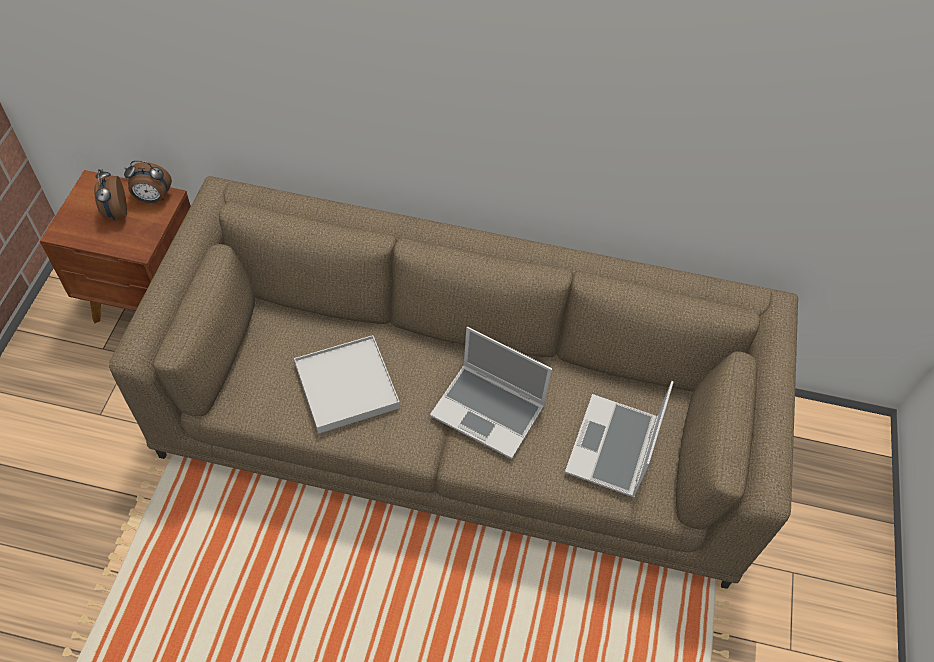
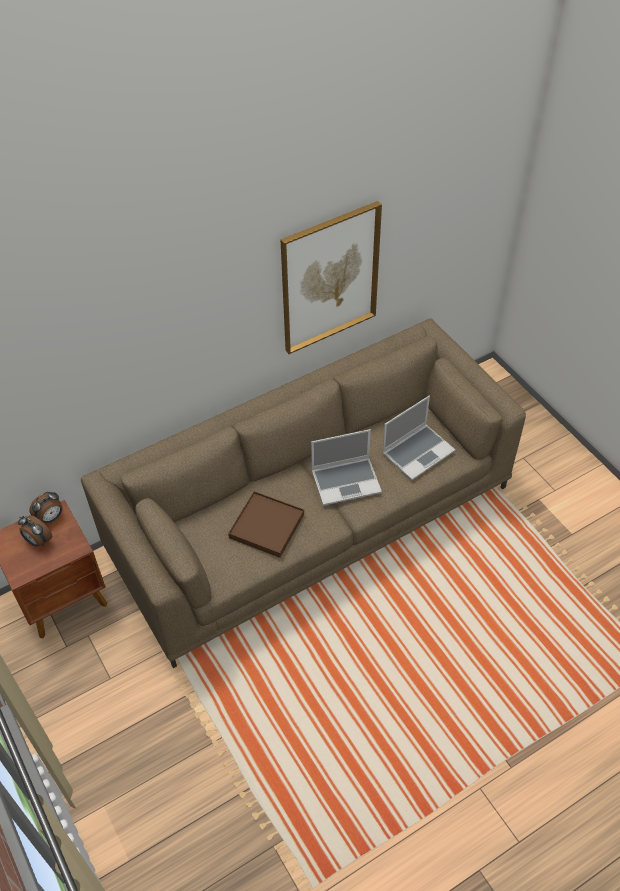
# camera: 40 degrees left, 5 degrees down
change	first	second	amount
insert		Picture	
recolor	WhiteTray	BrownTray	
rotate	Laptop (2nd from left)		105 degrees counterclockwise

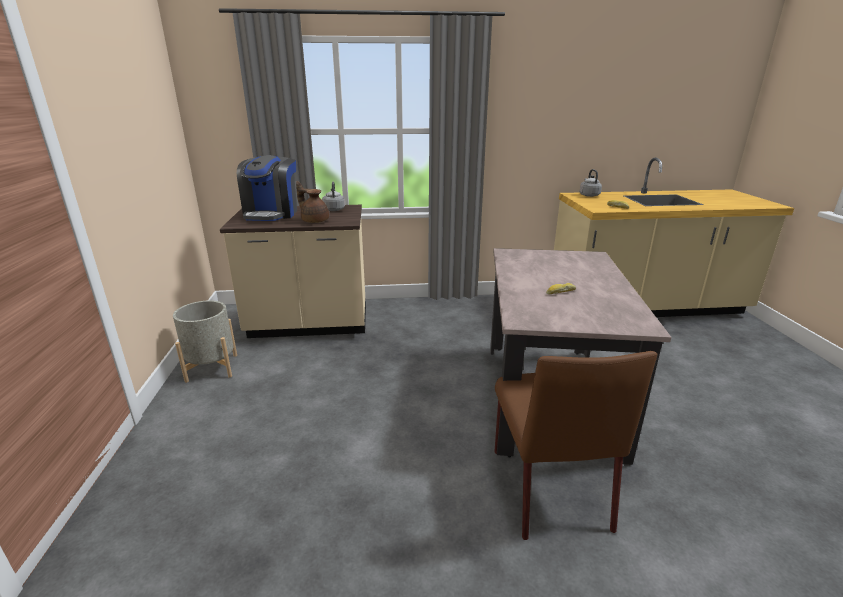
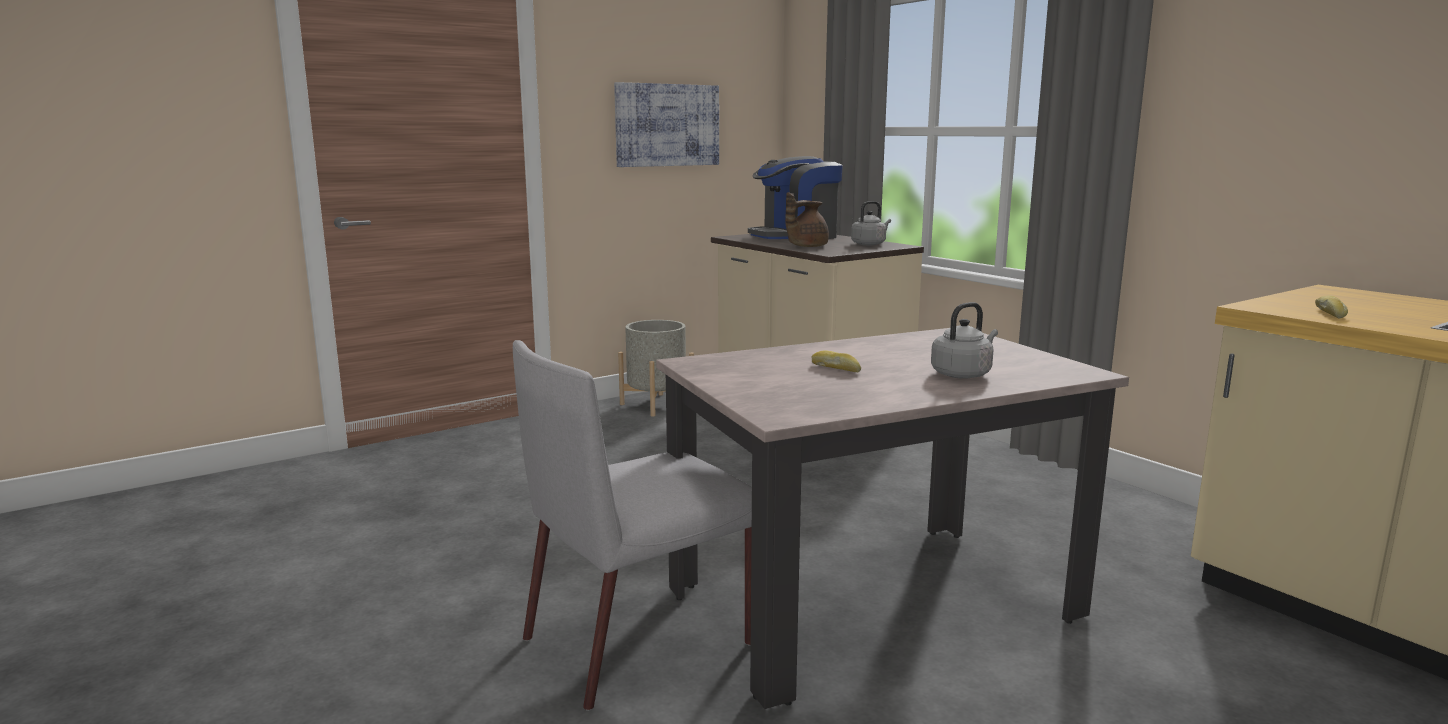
# camera: 60 degrees right, 10 degrees down
change	first	second	amount
insert		Picture	
move	GreyKettle (2nd from left)		
recolor	BrownChair	GreyChair	
rotate	BrownTeapot		135 degrees counterclockwise

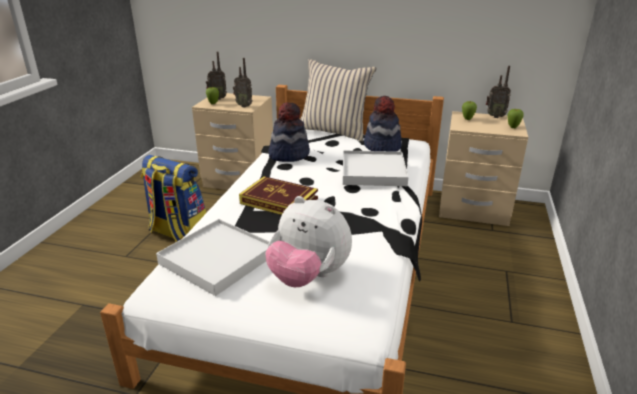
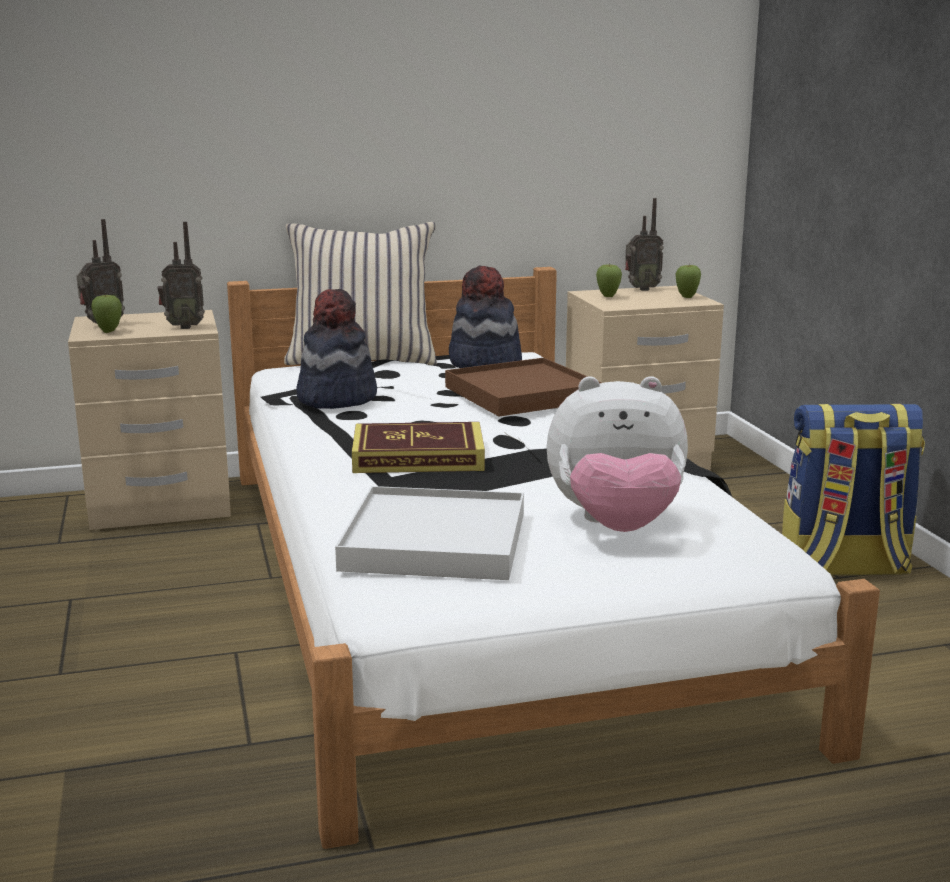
# camera: 30 degrees left, 10 degrees down
change	first	second	amount
move	Backpack		
recolor	WhiteTray (2nd from left)	BrownTray	

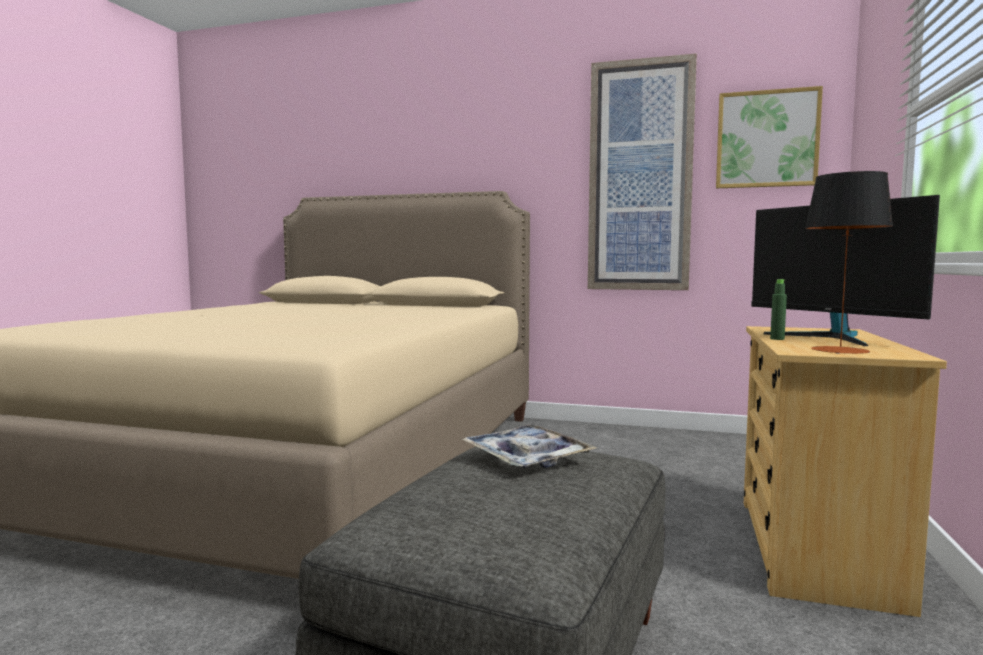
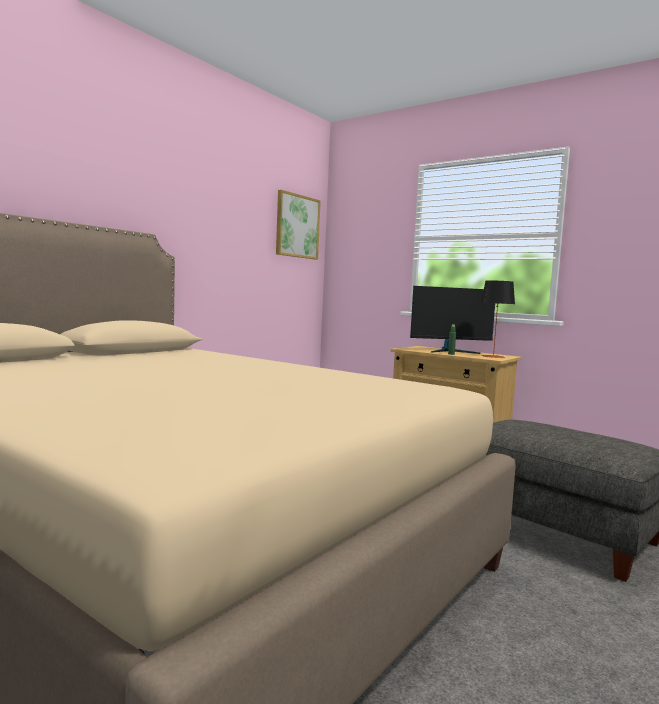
# camera: 70 degrees left, 0 degrees up
change	first	second	amount
delete	Tray		
delete	Picture (1st from left)		

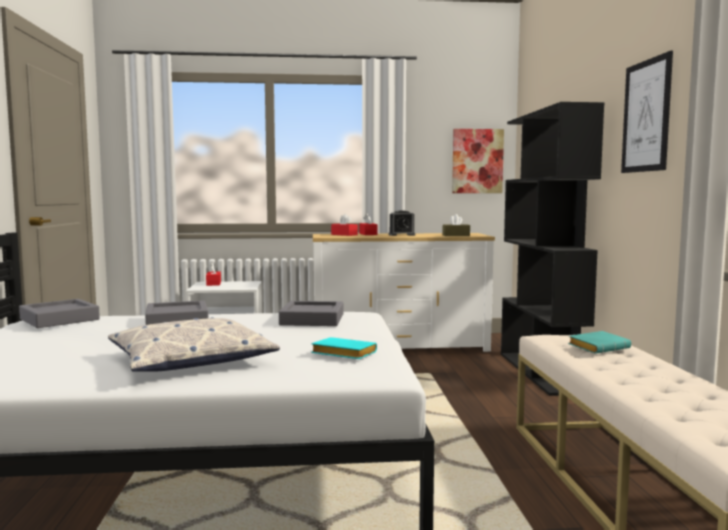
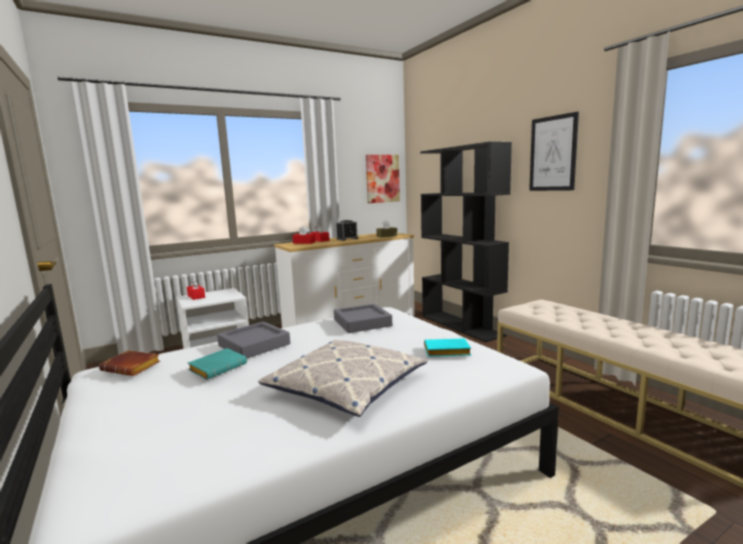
# camera: 25 degrees left, 5 degrees up
change	first	second	amount
move	TurquoiseBook (2nd from left in the first image)	TurquoiseBook (1st from left)	
replace	GreyTray (1st from left)	BrownBook	

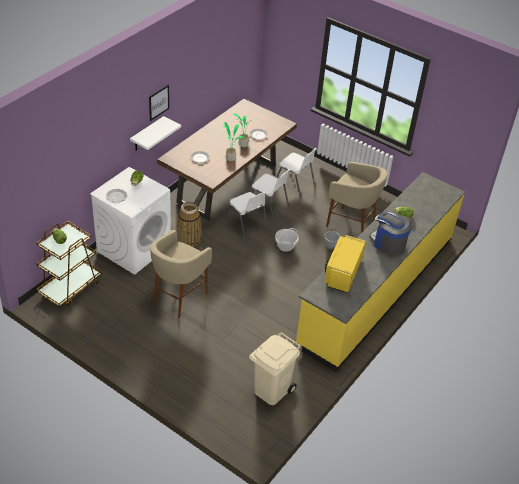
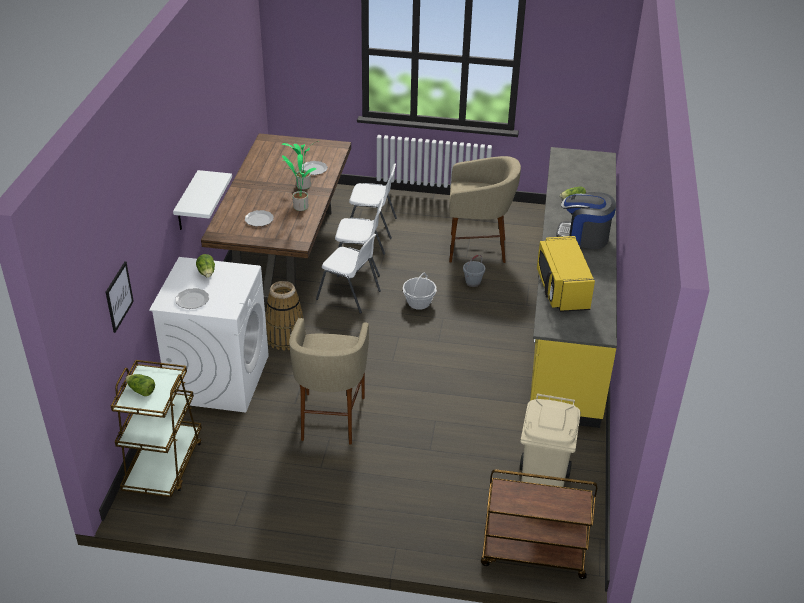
# camera: 25 degrees left, 5 degrees down
change	first	second	amount
insert		BrownCart (2nd from left)	
move	Picture		

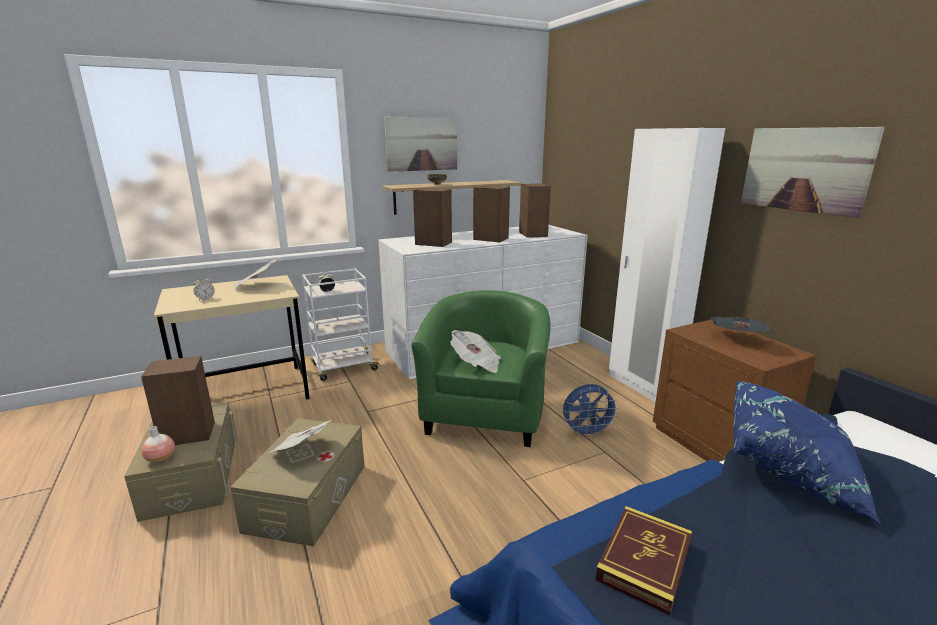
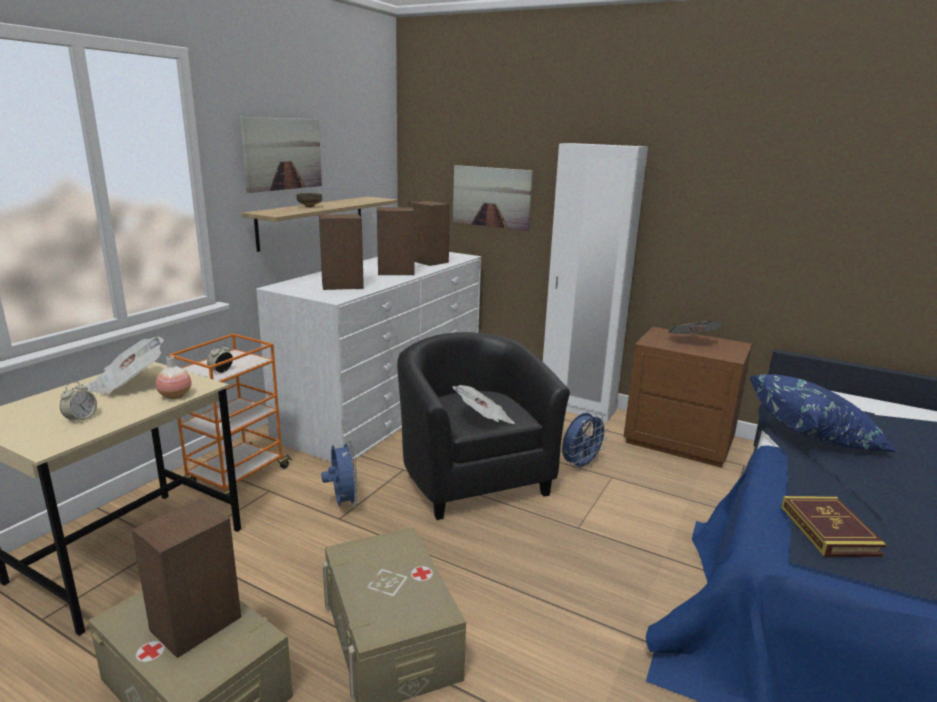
# camera: 35 degrees left, 0 degrees up
change	first	second	amount
delete	Newspaper (2nd from left)		
insert		BlueFan (1st from left)	
move	Vase		
move	Picture (2nd from left)		
recolor	WhiteCart	OrangeCart	
recolor	GreenArmchair	BlackArmchair	

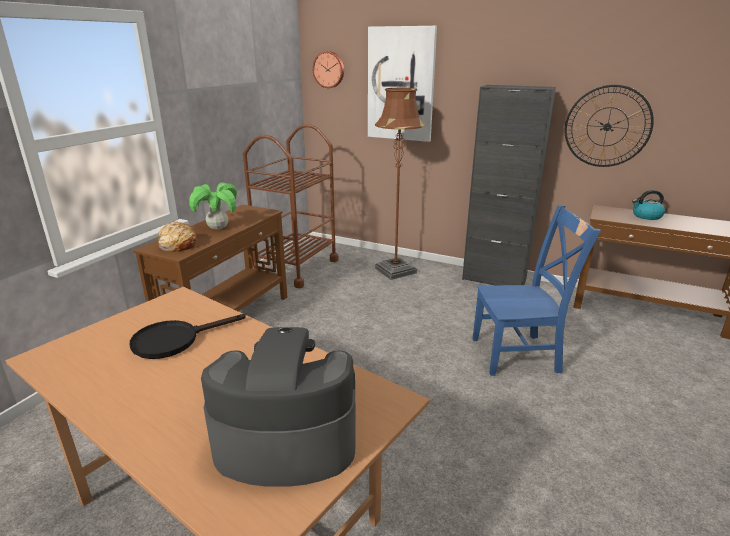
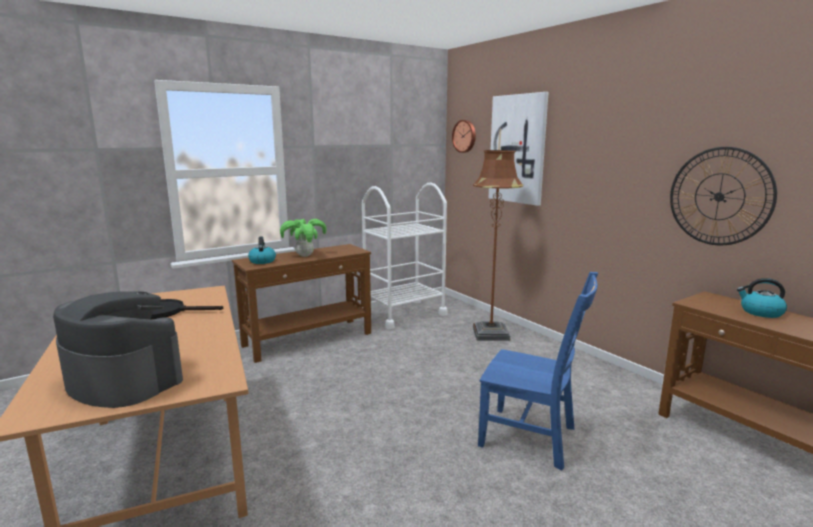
# camera: 30 degrees right, 10 degrees down
change	first	second	amount
delete	BlackCabinet		
replace	Bread	Kettle (1st from left)	
recolor	BrownCart	WhiteCart	

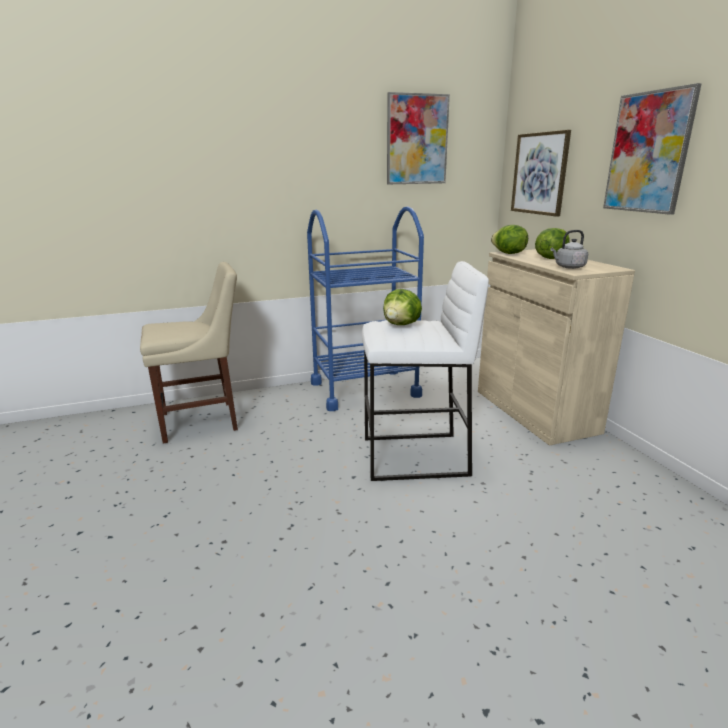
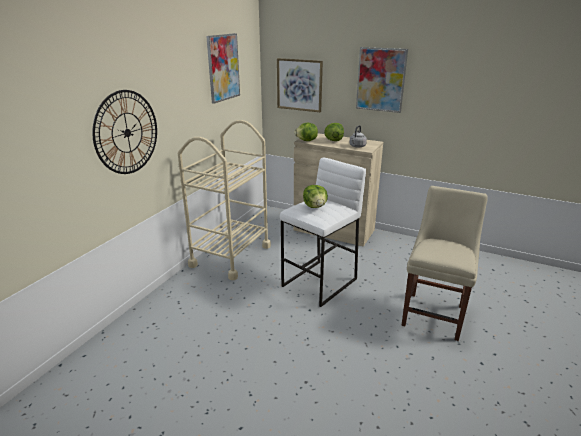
# camera: 45 degrees left, 5 degrees up
change	first	second	amount
insert		WallClock	
move	BeigeChair		
recolor	BlueCart	BeigeCart	

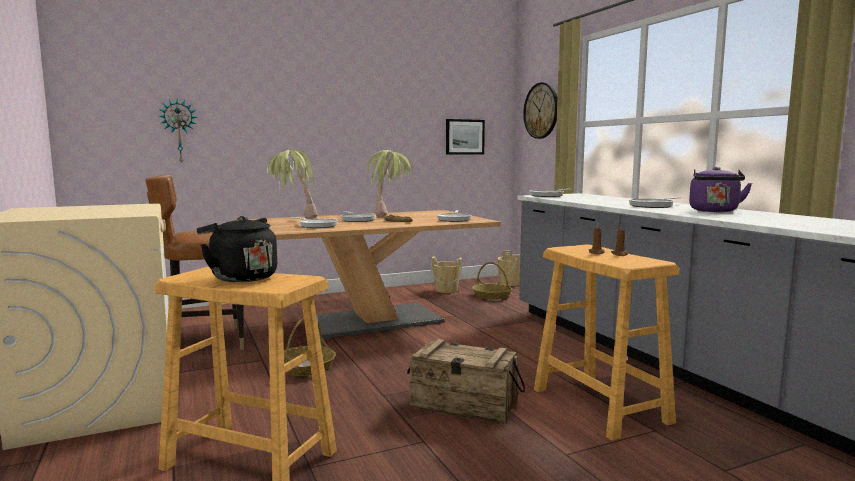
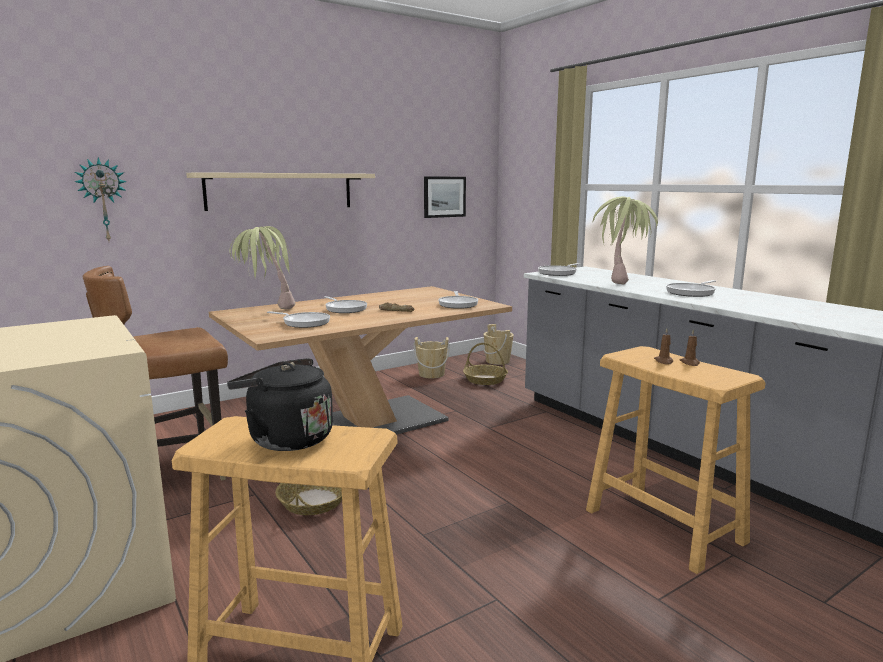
# camera: 10 degrees left, 5 degrees up
change	first	second	amount
delete	Crate		
delete	WallClock (2nd from left)		
delete	PurpleKettle		
insert		BeigeShelf	
move	PottedPlant (2nd from left)		

